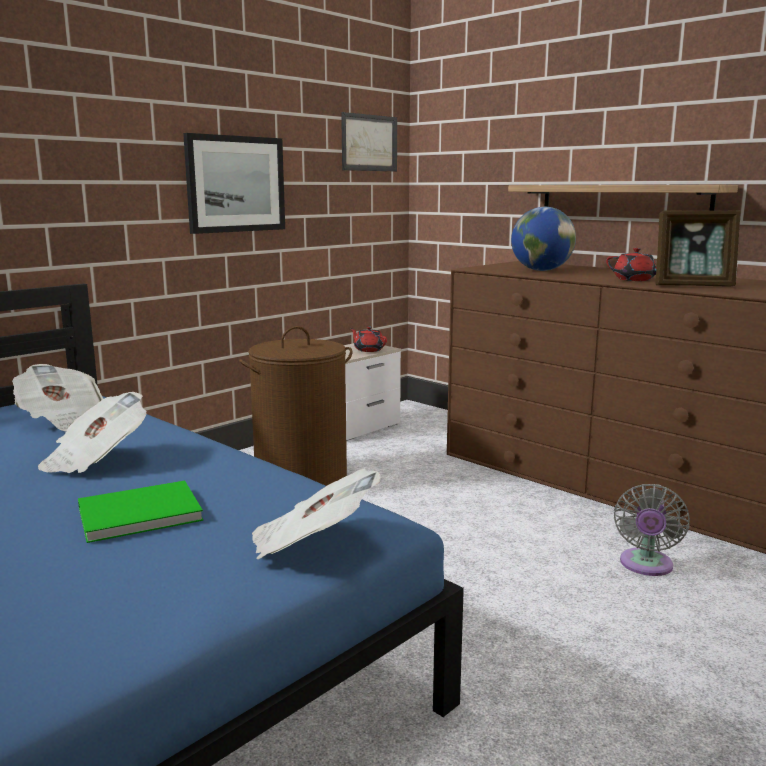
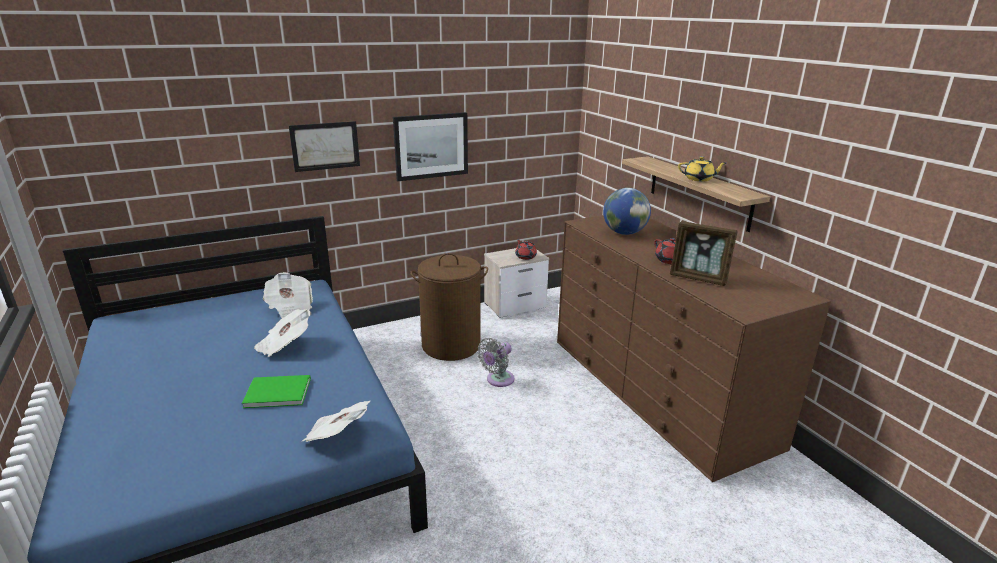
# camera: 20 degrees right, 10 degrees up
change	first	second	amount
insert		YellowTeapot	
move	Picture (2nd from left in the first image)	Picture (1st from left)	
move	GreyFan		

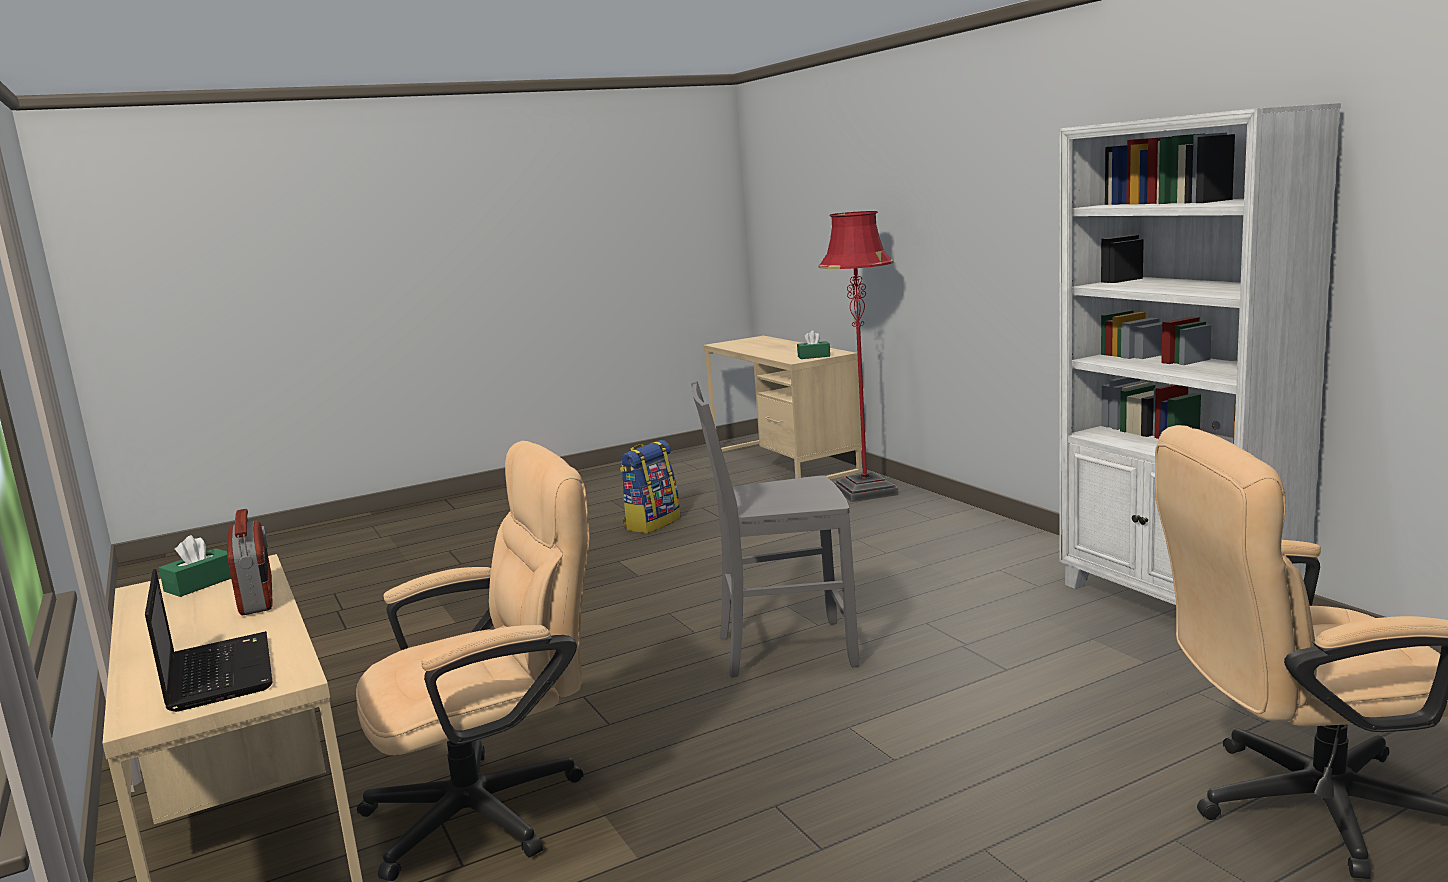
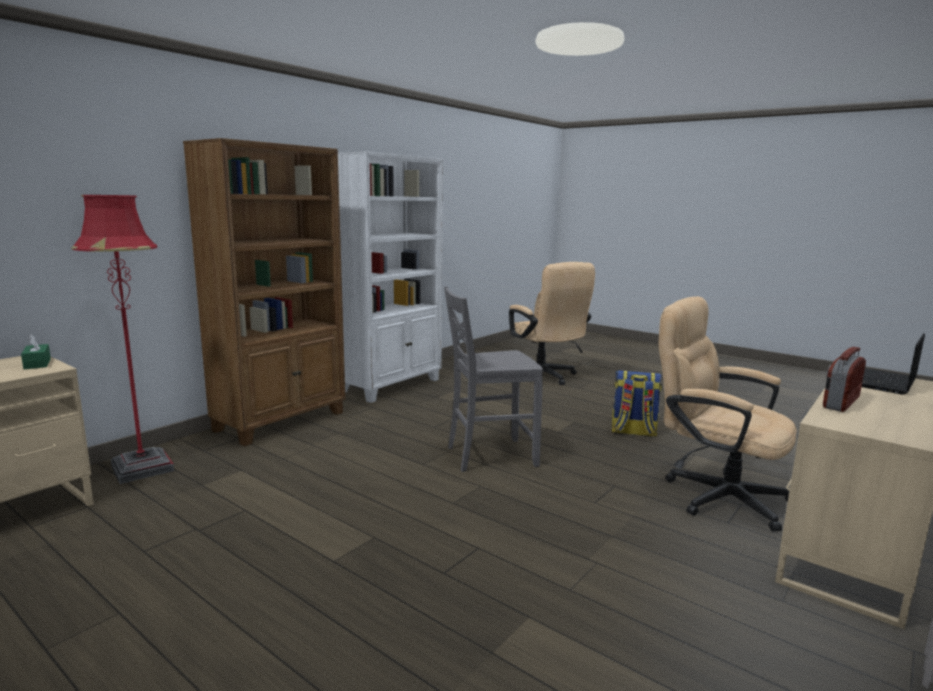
# camera: 115 degrees left, 0 degrees up
change	first	second	amount
delete	GreenTissueBox (1st from left)		
insert		BrownBookcase	
move	Backpack		
rotate	GreyChair		105 degrees clockwise

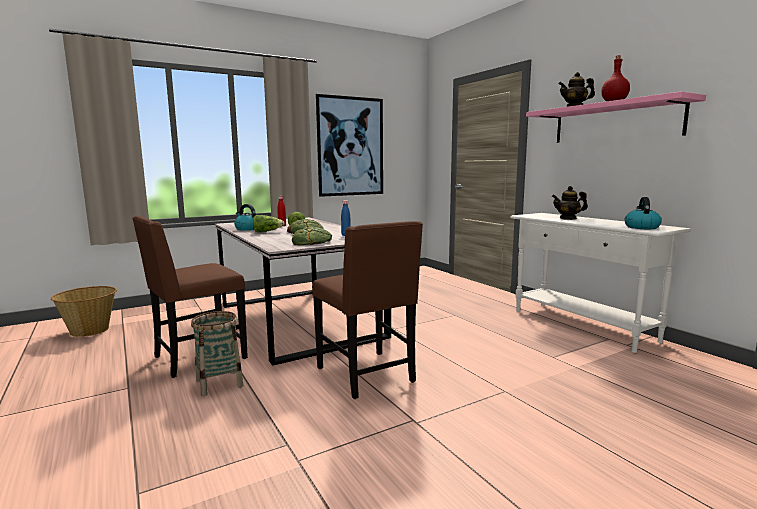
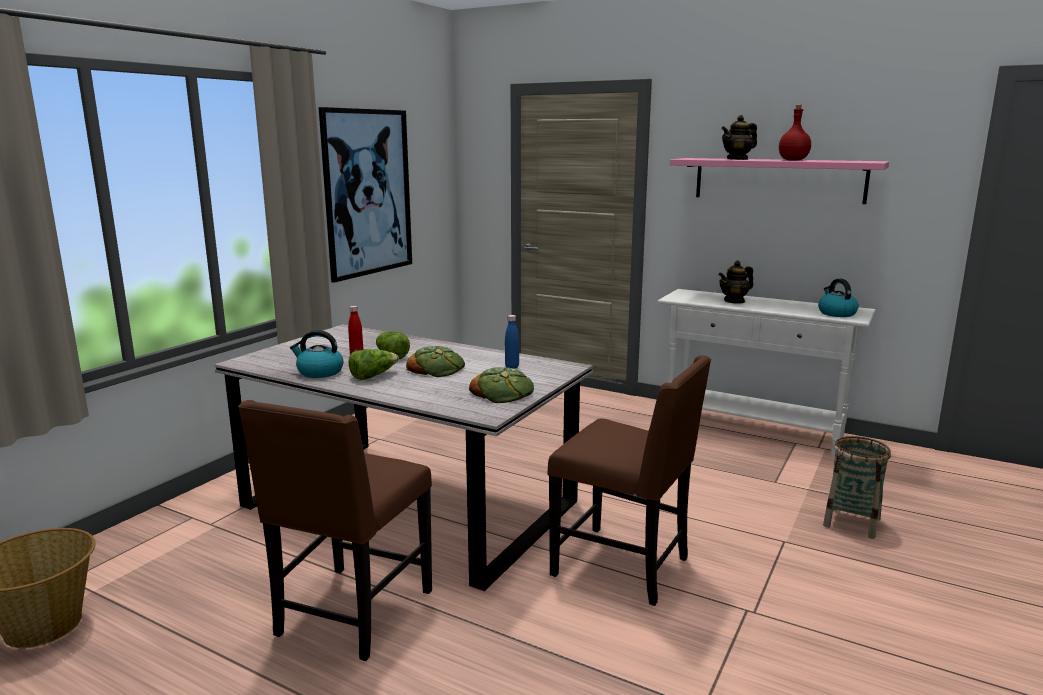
# camera: 30 degrees left, 5 degrees up
change	first	second	amount
move	Basket (2nd from left)		

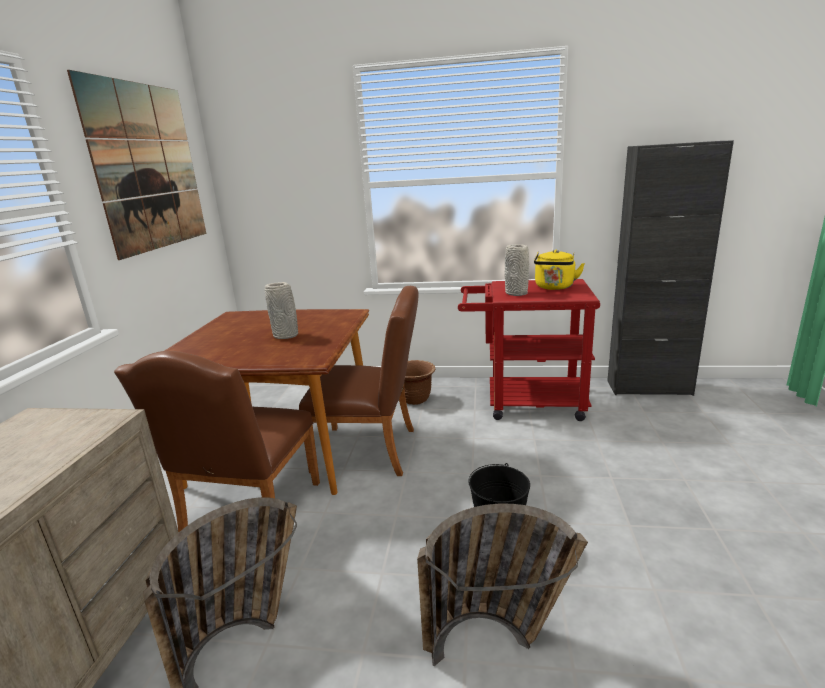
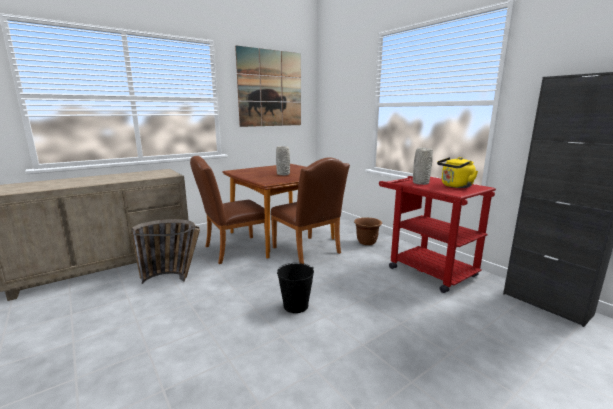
# camera: 45 degrees right, 5 degrees down
change	first	second	amount
delete	Basket (2nd from left)		

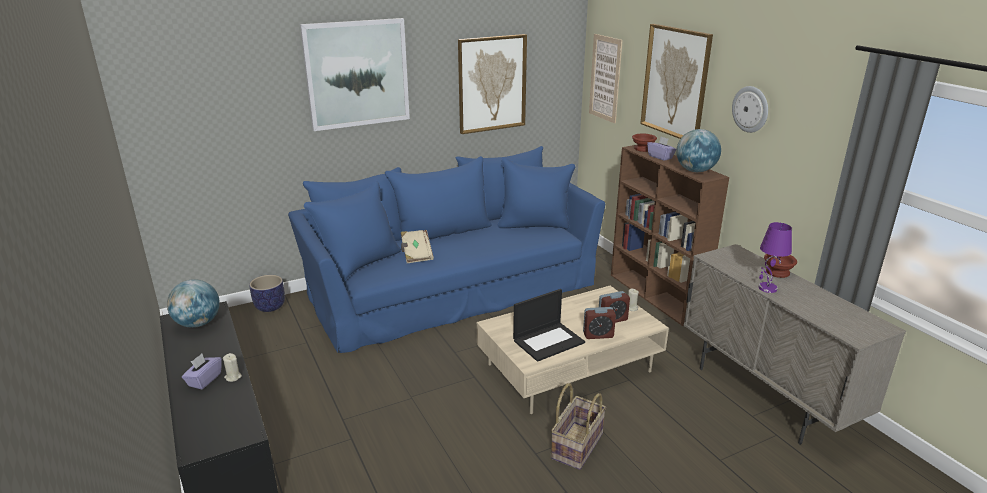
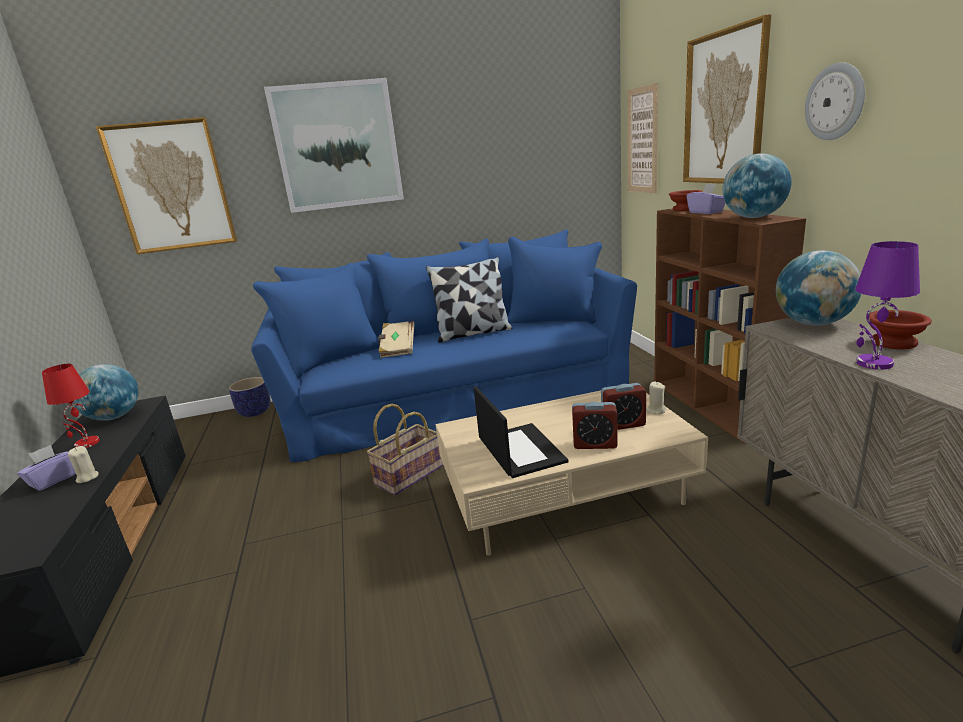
# camera: 15 degrees right, 5 degrees down
change	first	second	amount
insert		RedTableLamp	
insert		Pillow	
insert		Globe (3rd from left)	
move	Picture (2nd from left in the first image)	Picture (1st from left)	
move	Basket		
rotate	Laptop		90 degrees counterclockwise

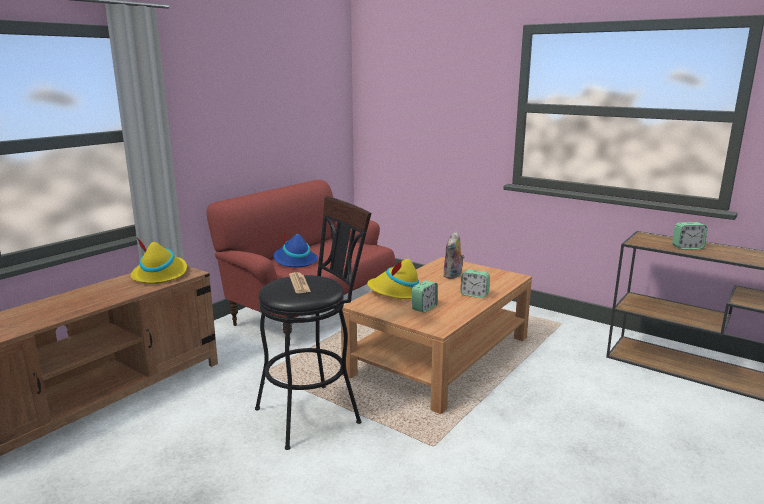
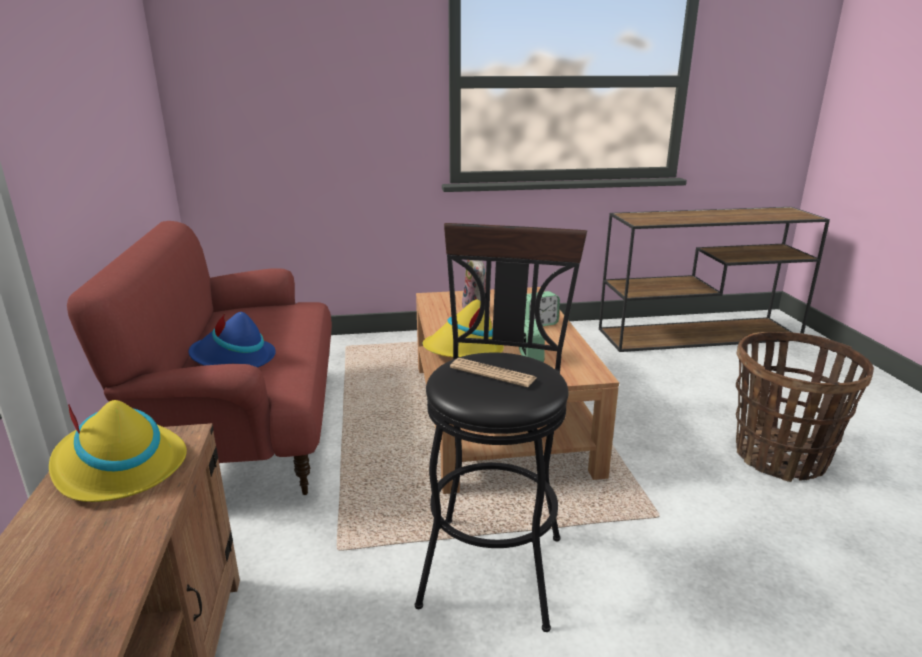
# camera: 45 degrees left, 5 degrees up
change	first	second	amount
delete	AlarmClock (3rd from left)		
insert		Basket	

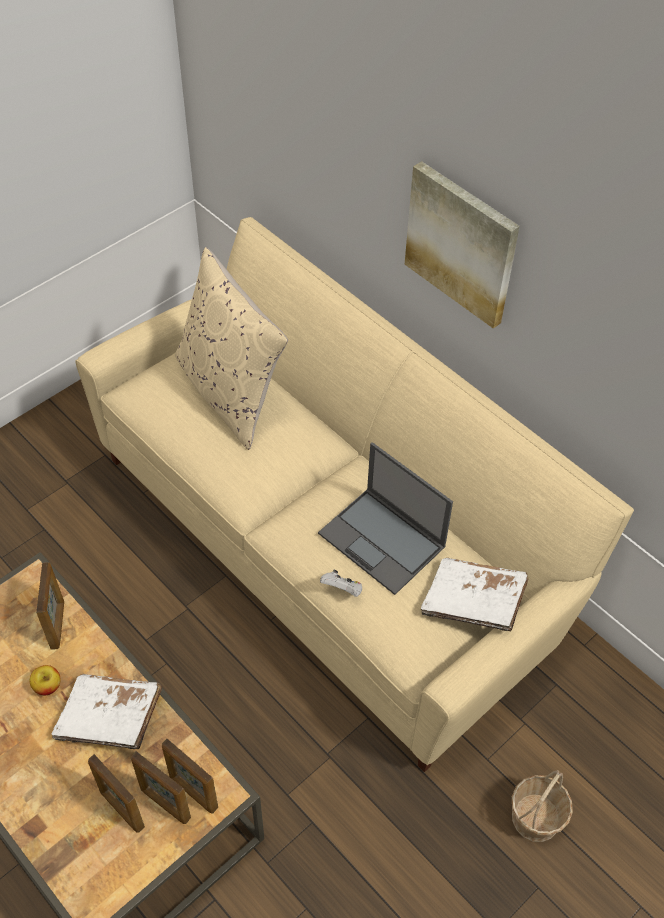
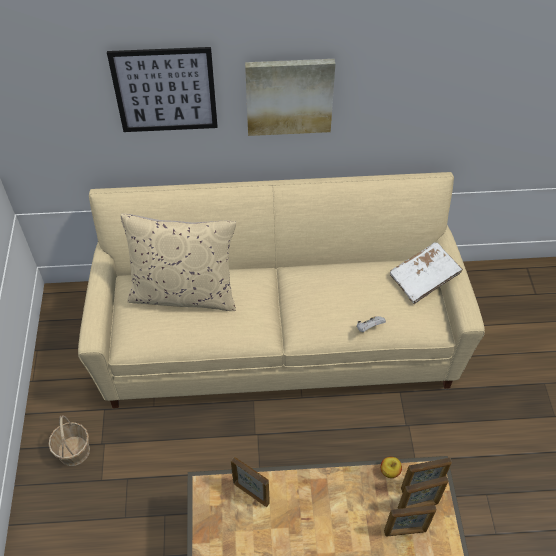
# camera: 50 degrees left, 0 degrees up
change	first	second	amount
delete	WhiteBook (1st from left)		
delete	Laptop		
insert		Picture (1st from left)	
move	Apple		
move	Basket		

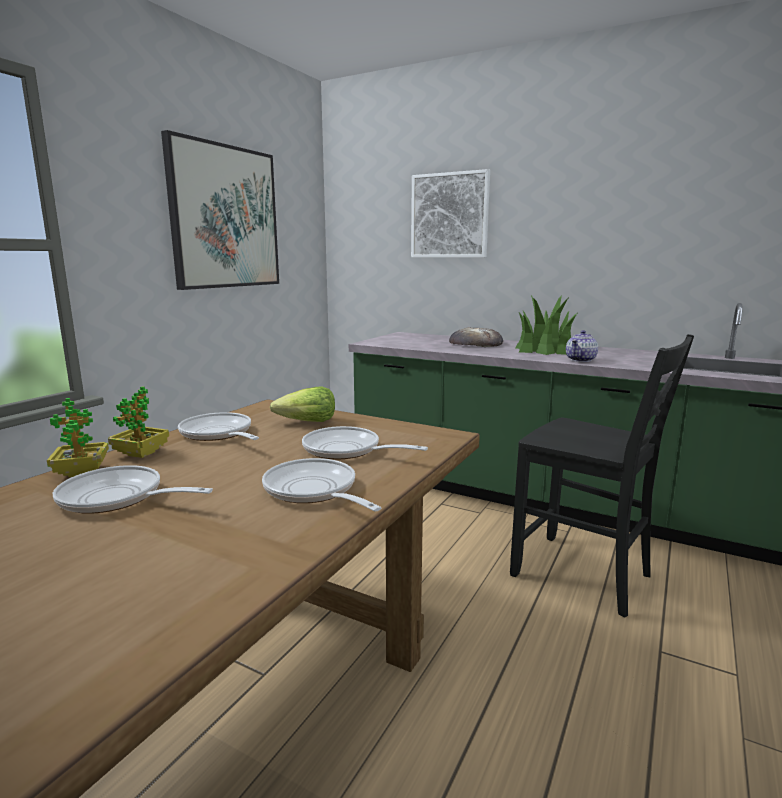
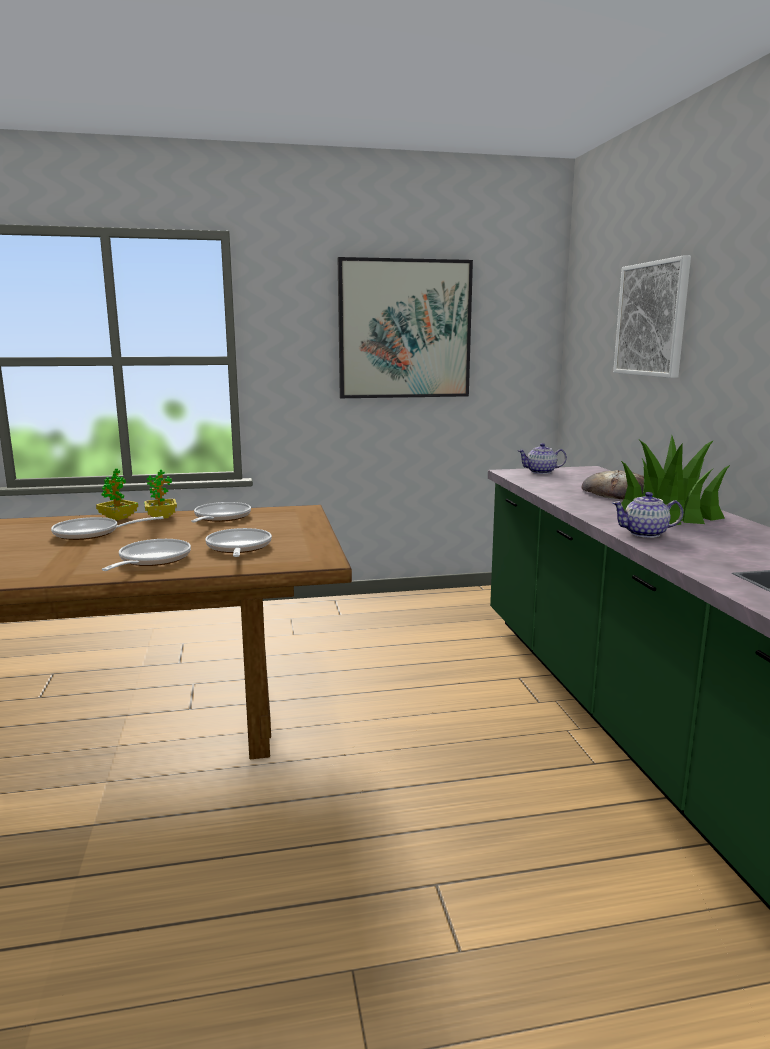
# camera: 50 degrees right, 0 degrees up
change	first	second	amount
delete	Lettuce		
delete	BlackChair		
insert		Teapot (1st from left)	
rotate	FryingPan (1st from left)		75 degrees counterclockwise

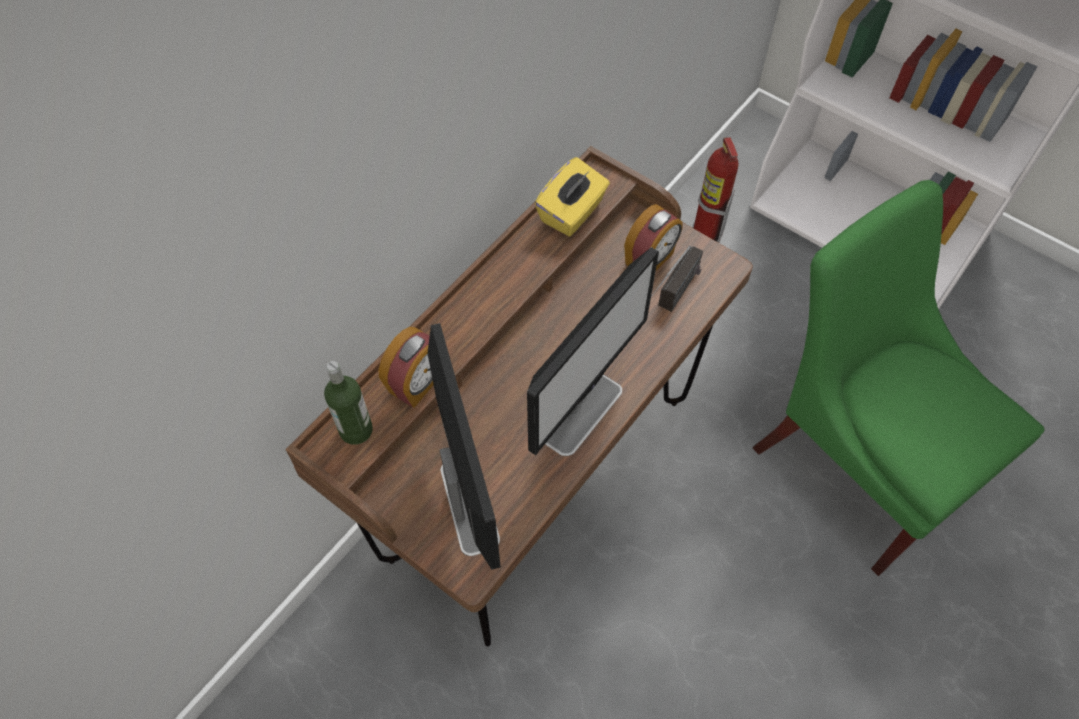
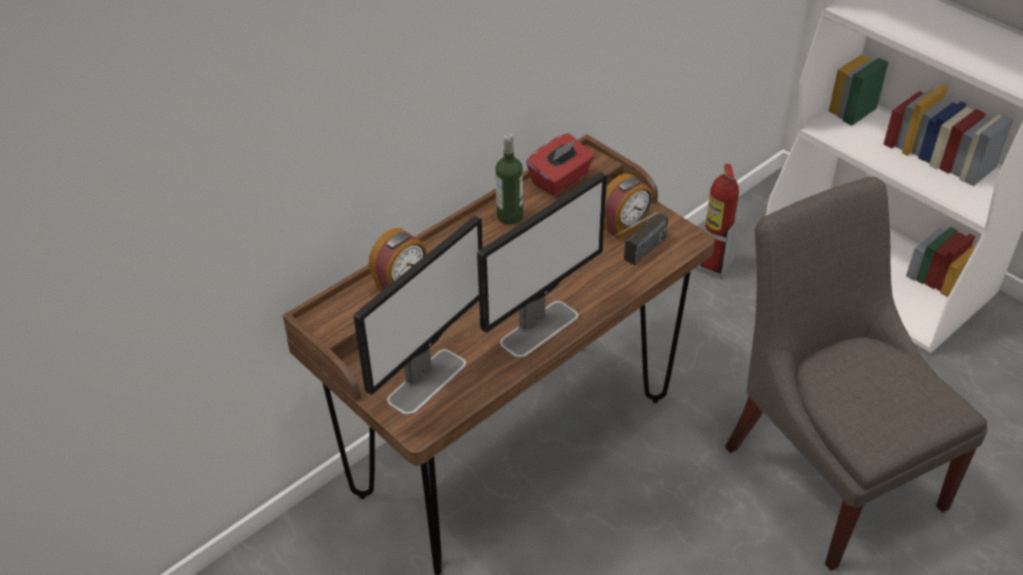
# camera: 10 degrees right, 15 degrees down
change	first	second	amount
move	Bottle		
recolor	YellowTissueBox	RedTissueBox	
recolor	GreenChair	GreyChair	
rotate	Monitor (1st from left)		45 degrees clockwise

